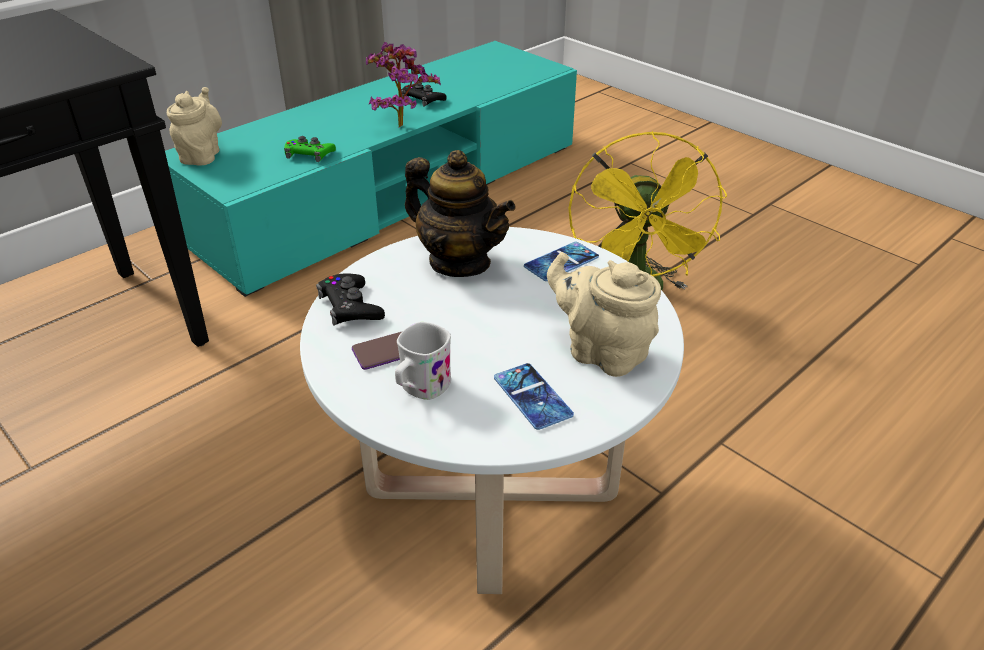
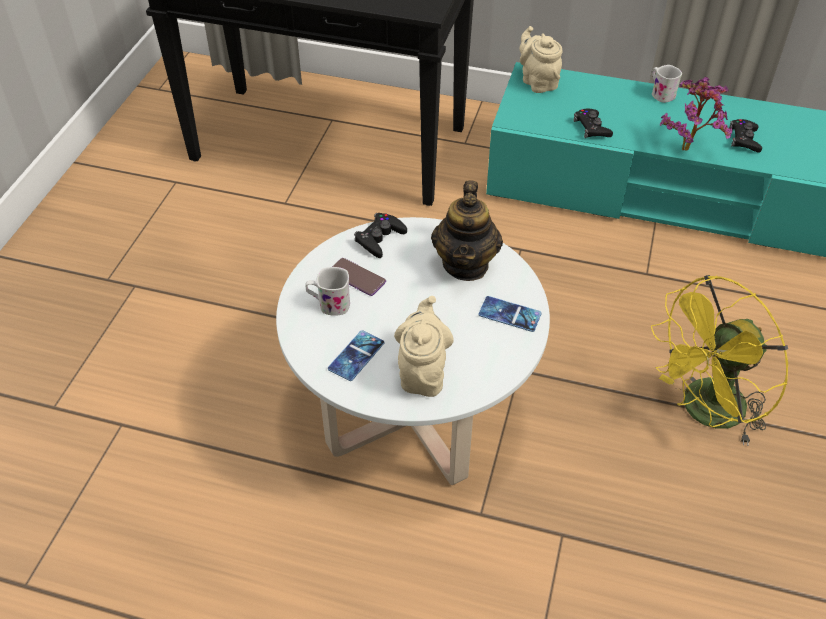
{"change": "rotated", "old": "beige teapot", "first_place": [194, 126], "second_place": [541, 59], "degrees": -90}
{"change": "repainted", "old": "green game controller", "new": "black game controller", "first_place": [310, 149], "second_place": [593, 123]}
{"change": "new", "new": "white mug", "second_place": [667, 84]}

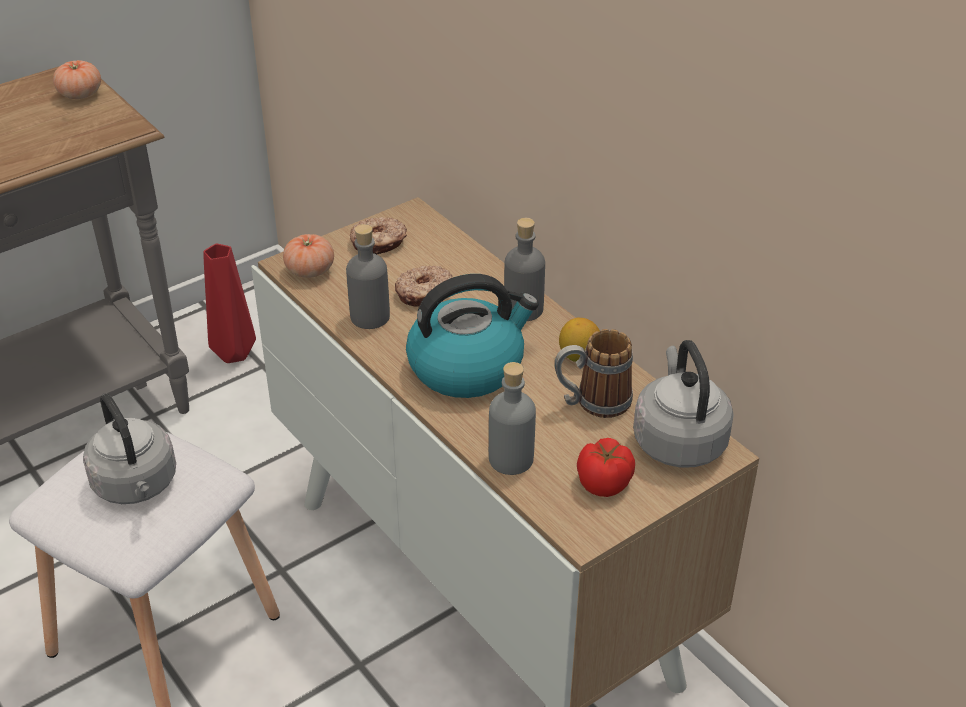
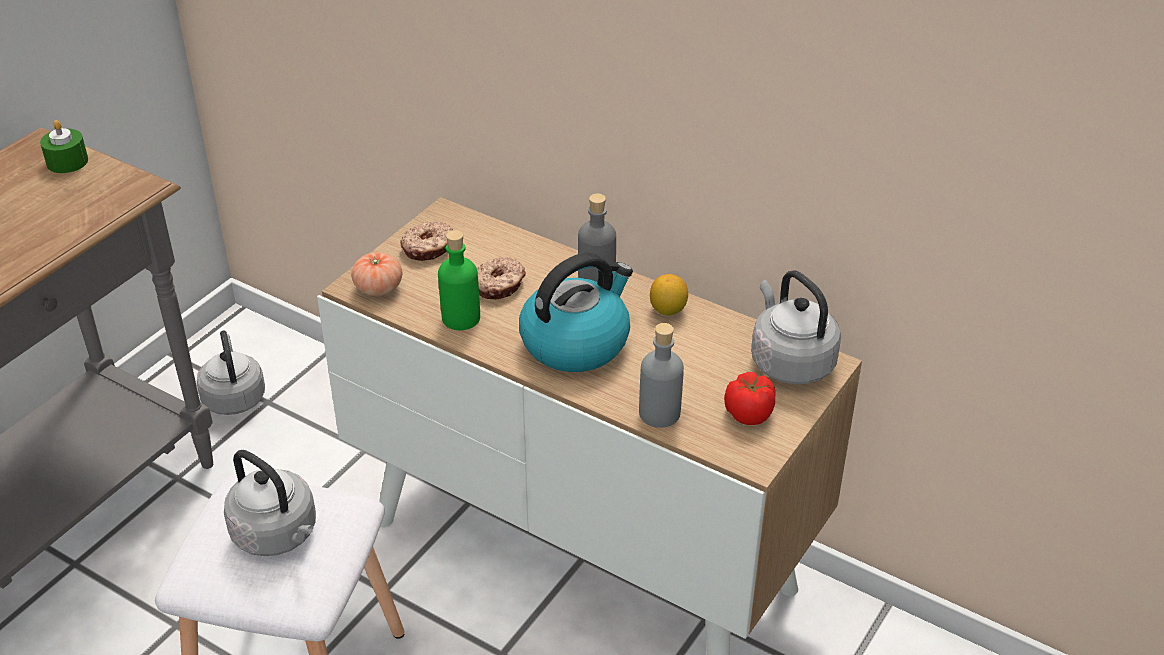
{"change": "swapped", "old": "tomato", "new": "green candle", "first_place": [77, 79], "second_place": [64, 146]}
{"change": "swapped", "old": "red vase", "new": "grey kettle", "first_place": [229, 303], "second_place": [231, 372]}
{"change": "repainted", "old": "grey bottle", "new": "green bottle", "first_place": [368, 276], "second_place": [459, 280]}
{"change": "gone", "old": "mug", "first_place": [593, 373]}

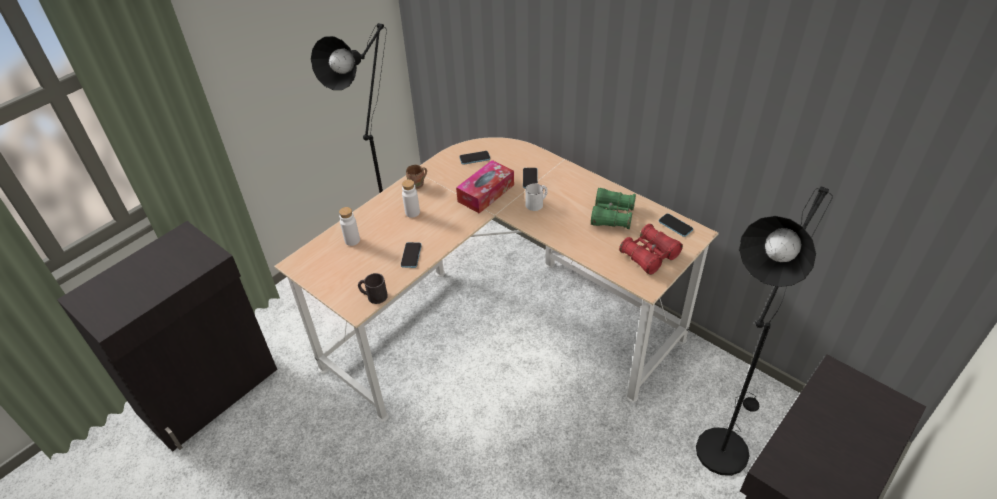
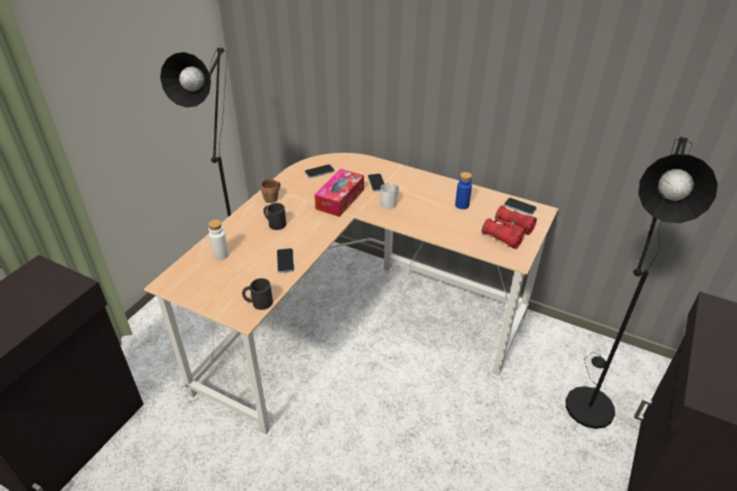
{"change": "swapped", "old": "white bottle", "new": "black mug", "first_place": [411, 198], "second_place": [274, 216]}
{"change": "swapped", "old": "green binoculars", "new": "blue bottle", "first_place": [613, 208], "second_place": [463, 190]}

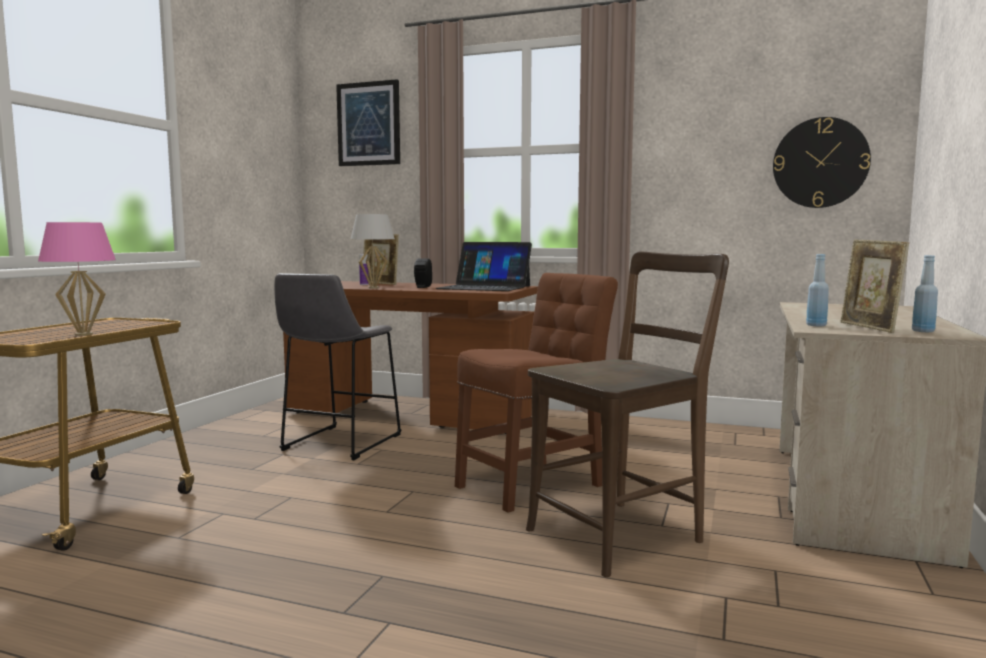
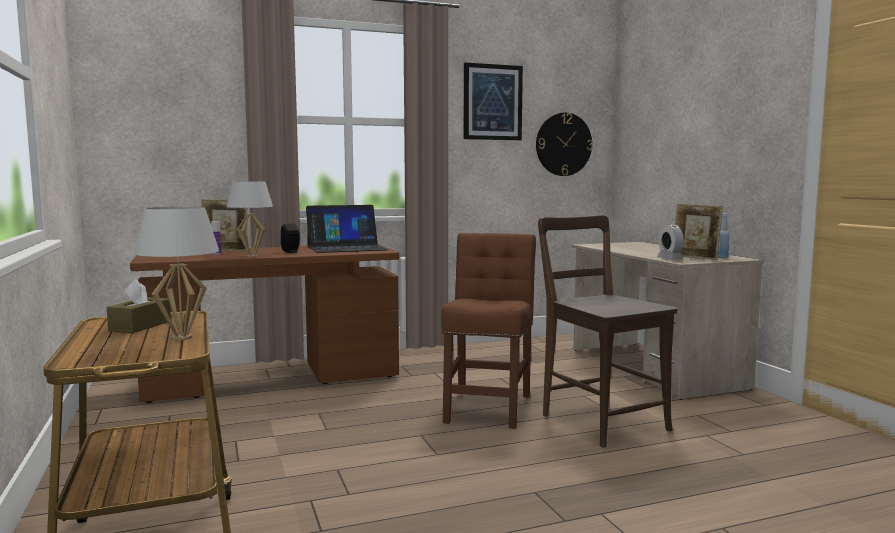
{"change": "repainted", "old": "pink table lamp", "new": "white table lamp", "first_place": [77, 279], "second_place": [176, 273]}
{"change": "gone", "old": "grey stool", "first_place": [337, 366]}
{"change": "shifted", "old": "picture", "first_place": [368, 122], "second_place": [493, 101]}
{"change": "rotated", "old": "brown chair", "first_place": [627, 414], "second_place": [607, 331], "degrees": -45}
{"change": "swapped", "old": "blue bottle", "new": "alarm clock", "first_place": [817, 290], "second_place": [670, 242]}
{"change": "new", "new": "brown tissue box", "second_place": [139, 306]}

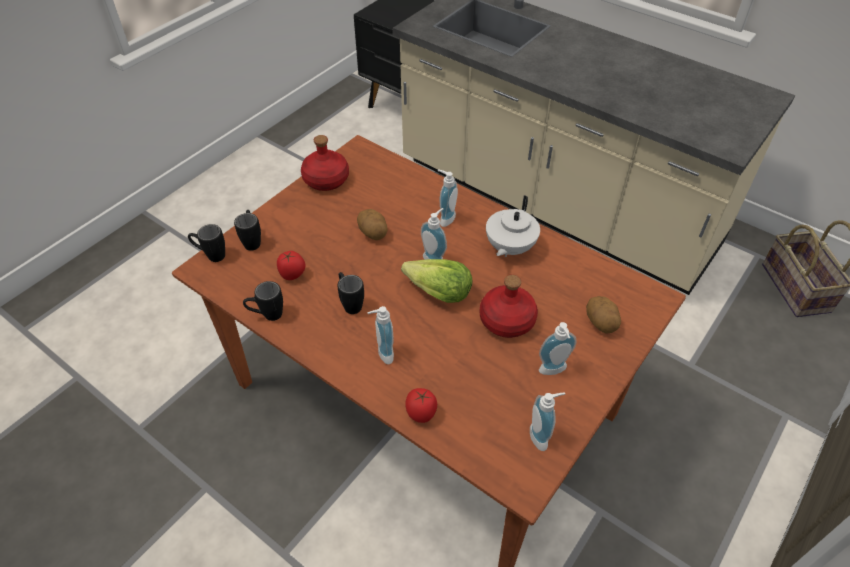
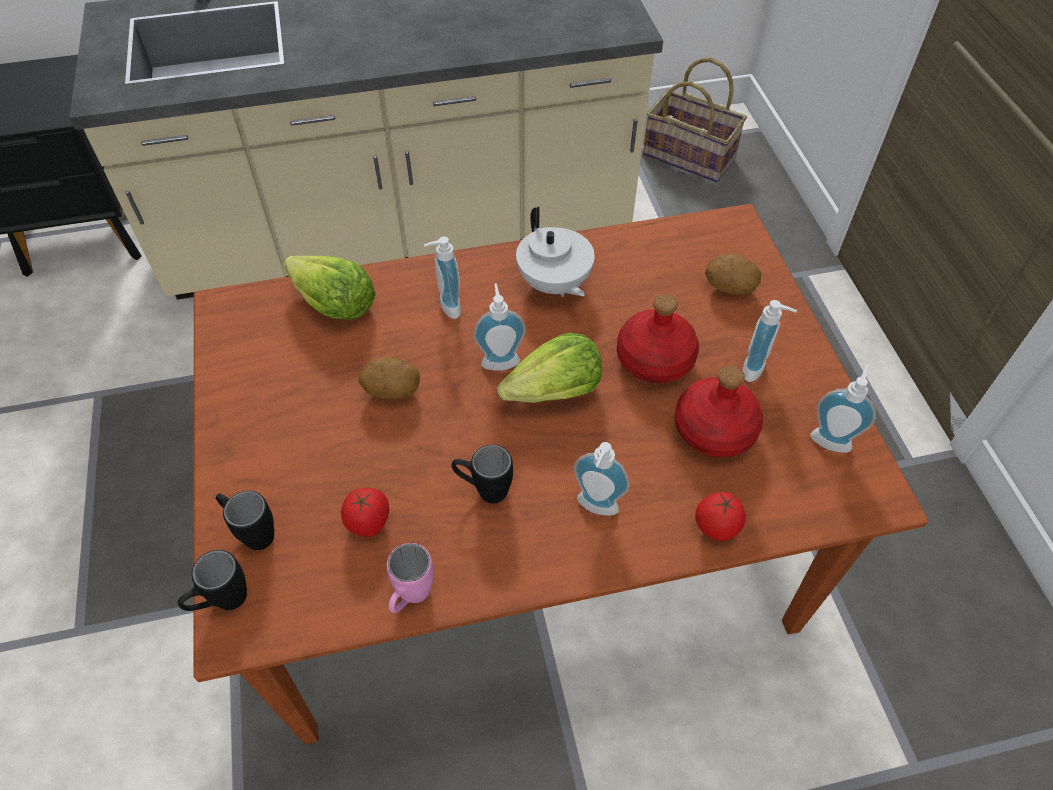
{"change": "repainted", "old": "black mug", "new": "pink mug", "first_place": [263, 301], "second_place": [410, 578]}
{"change": "shifted", "old": "red bottle", "first_place": [325, 163], "second_place": [719, 411]}
{"change": "new", "new": "lettuce", "second_place": [330, 288]}

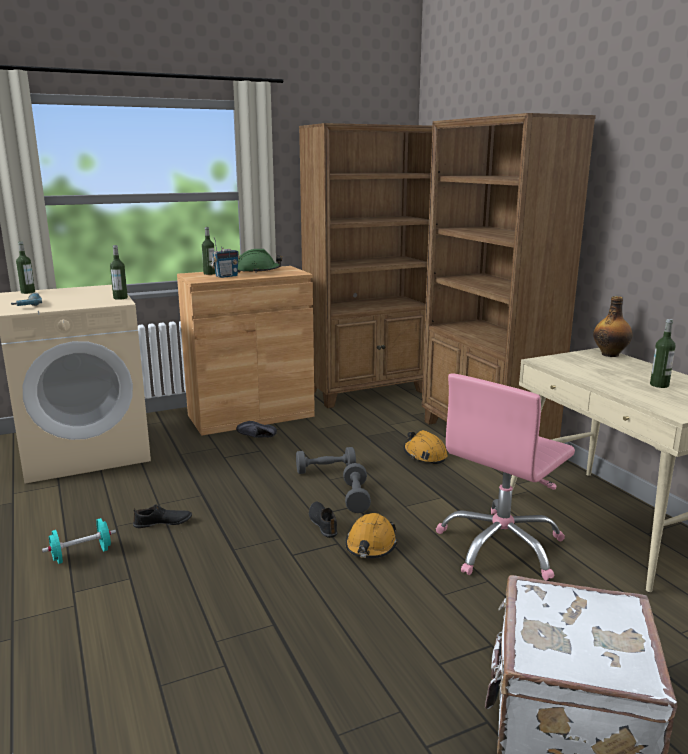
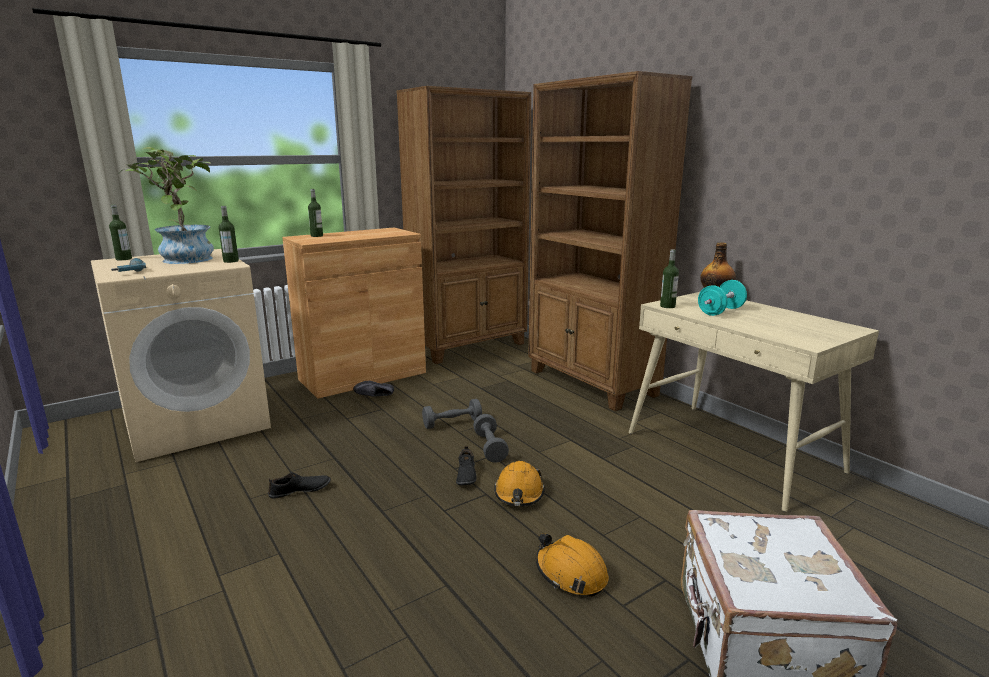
{"change": "shifted", "old": "turquoise dumbbell", "first_place": [79, 541], "second_place": [722, 298]}
{"change": "gone", "old": "radio", "first_place": [225, 257]}
{"change": "gone", "old": "green hard hat", "first_place": [260, 261]}
{"change": "rotated", "old": "black shoe", "first_place": [323, 520], "second_place": [466, 465], "degrees": -150}
{"change": "shifted", "old": "orange hard hat", "first_place": [425, 447], "second_place": [572, 565]}
{"change": "gone", "old": "pink office chair", "first_place": [505, 476]}
{"change": "shifted", "old": "bottle", "first_place": [663, 353], "second_place": [669, 278]}
{"change": "new", "new": "potted plant", "second_place": [166, 205]}

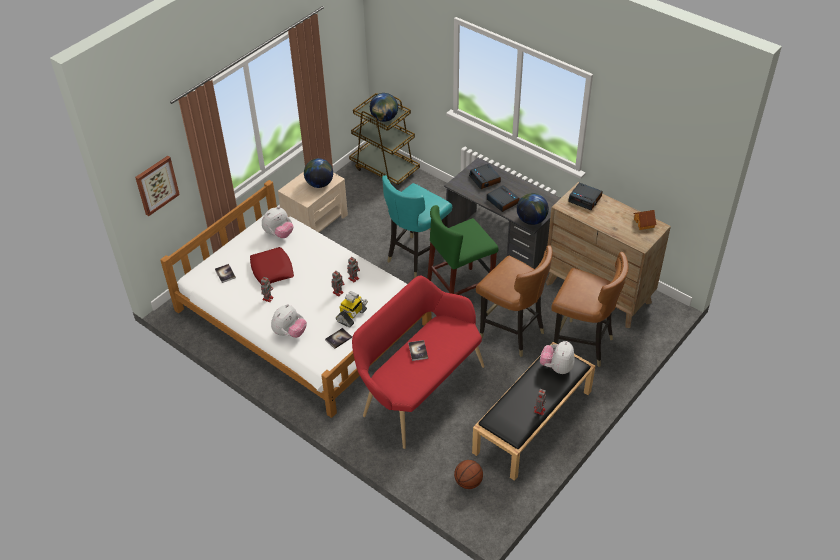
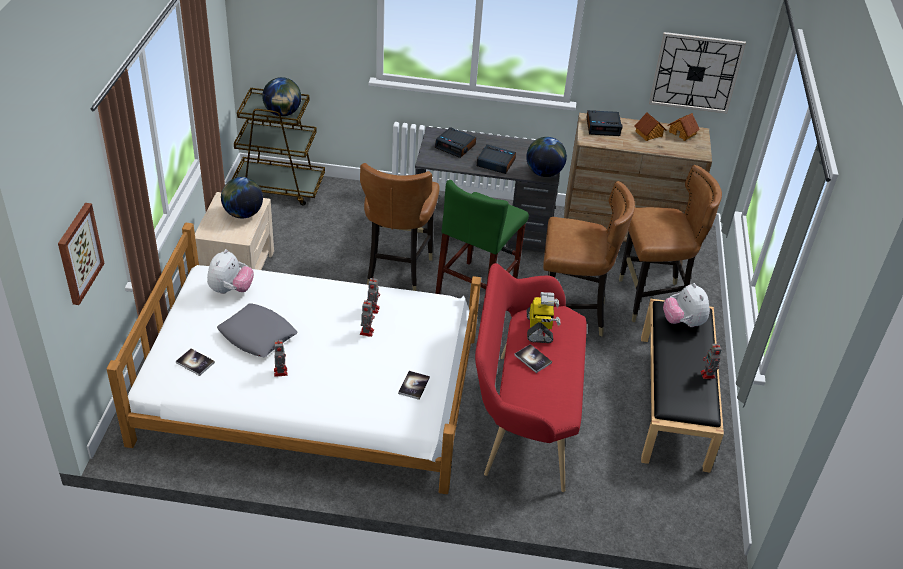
{"change": "repainted", "old": "red pillow", "new": "grey pillow", "first_place": [272, 266], "second_place": [257, 330]}
{"change": "gone", "old": "plush toy", "first_place": [289, 321]}
{"change": "shifted", "old": "toy robot", "first_place": [352, 309], "second_place": [543, 317]}
{"change": "repainted", "old": "turquoise chair", "new": "brown chair", "first_place": [417, 226], "second_place": [399, 227]}
{"change": "gone", "old": "basketball", "first_place": [468, 474]}
{"change": "new", "new": "toy house", "second_place": [651, 126]}
{"change": "new", "new": "wall clock", "second_place": [697, 73]}

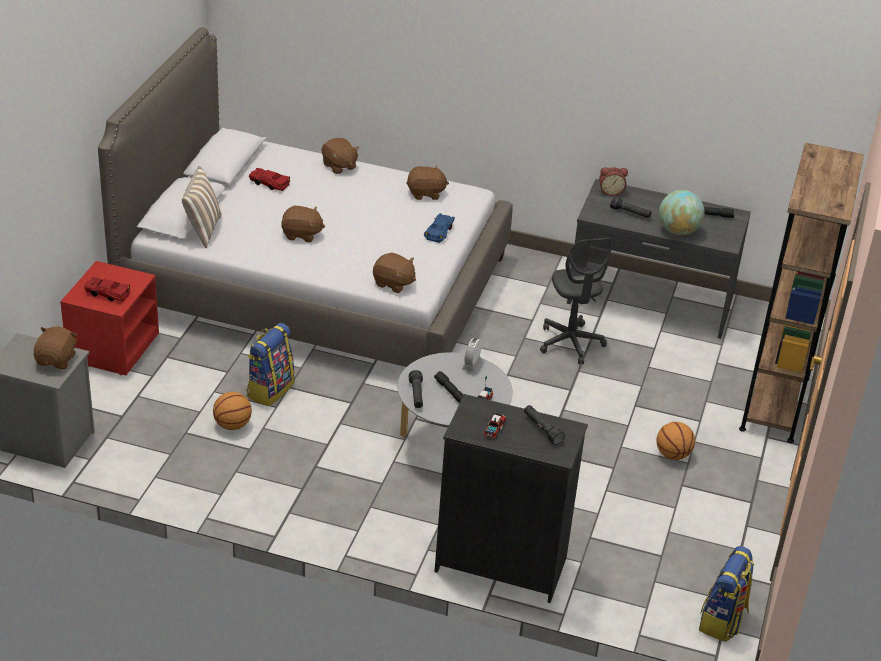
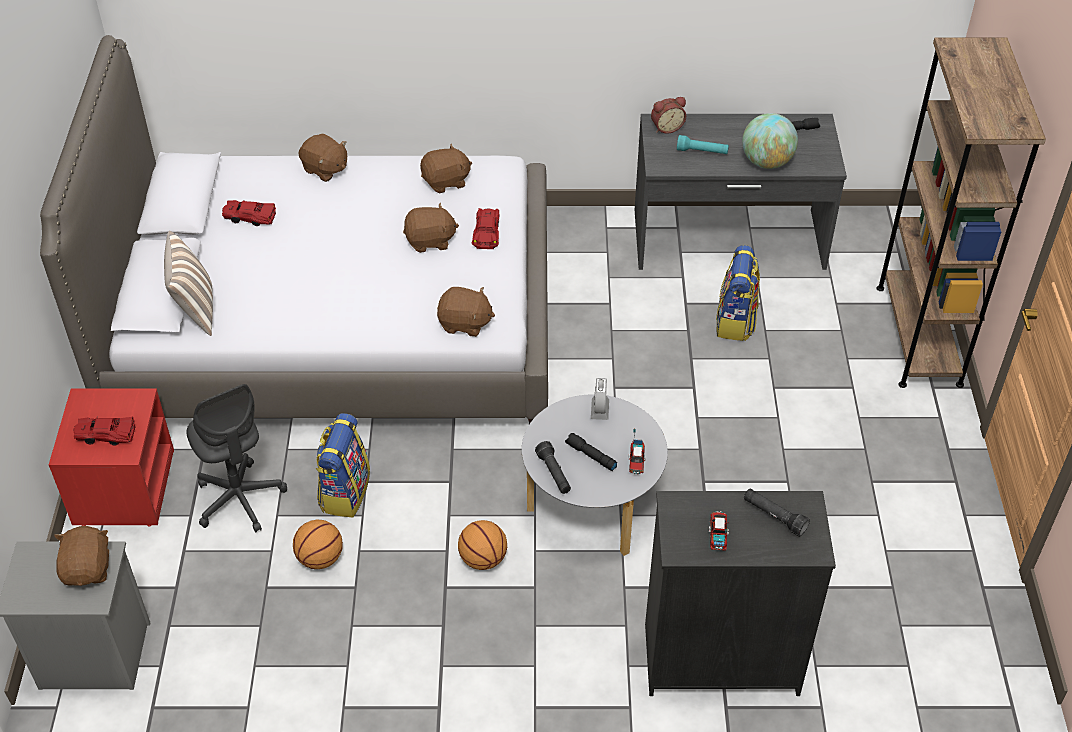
{"change": "shifted", "old": "brown plush toy", "first_place": [303, 224], "second_place": [431, 228]}
{"change": "repainted", "old": "blue toy car", "new": "red toy car", "first_place": [439, 228], "second_place": [485, 228]}
{"change": "shifted", "old": "grey office chair", "first_place": [575, 301], "second_place": [237, 458]}
{"change": "repainted", "old": "black flashlight", "new": "turquoise flashlight", "first_place": [631, 207], "second_place": [703, 144]}
{"change": "shifted", "old": "basketball", "first_place": [676, 441], "second_place": [482, 545]}
{"change": "shifted", "old": "backpack", "first_place": [726, 594], "second_place": [738, 293]}

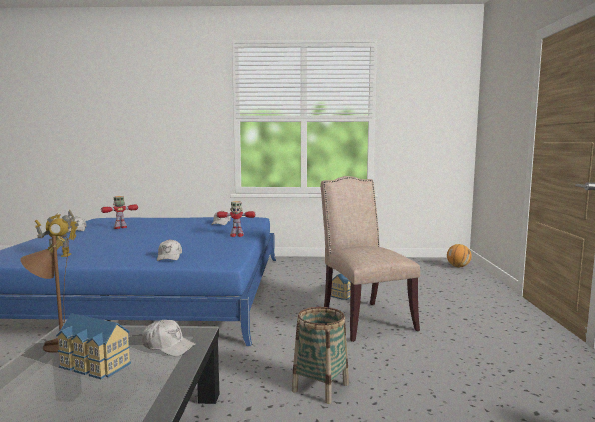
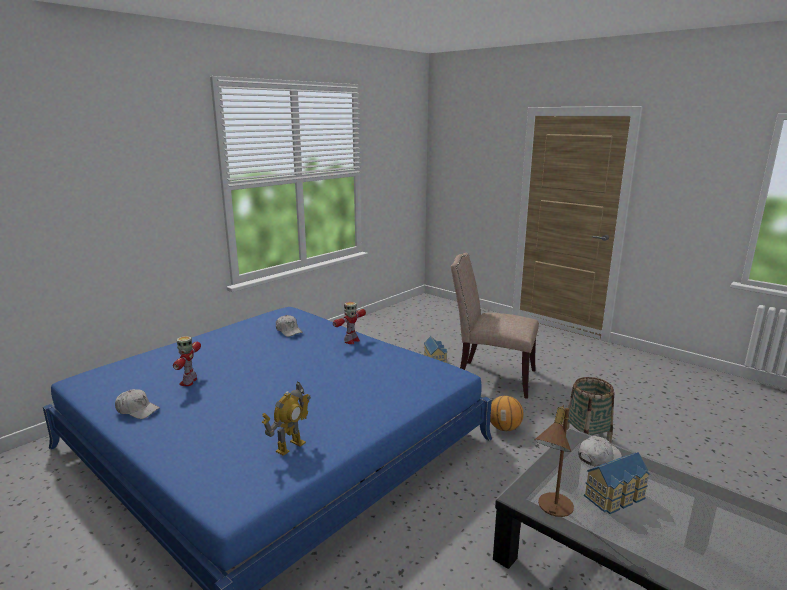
{"change": "gone", "old": "white cap", "first_place": [169, 250]}
{"change": "shifted", "old": "basketball", "first_place": [459, 255], "second_place": [507, 413]}

